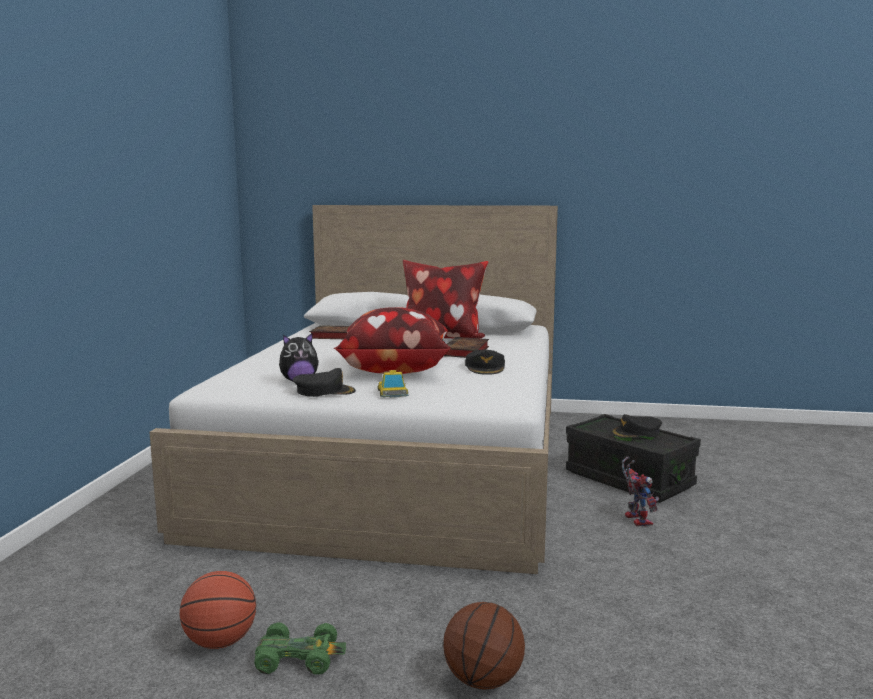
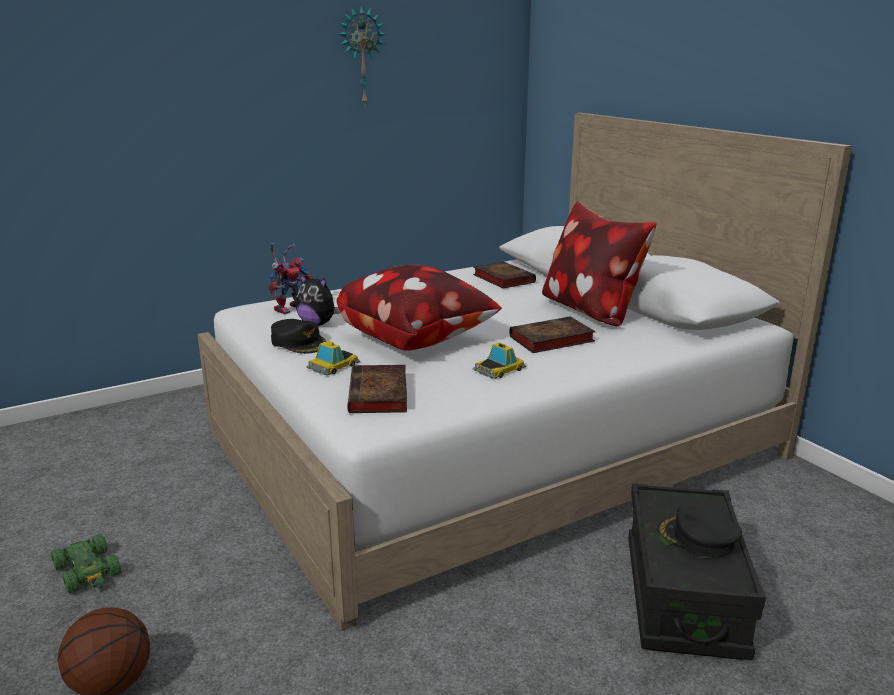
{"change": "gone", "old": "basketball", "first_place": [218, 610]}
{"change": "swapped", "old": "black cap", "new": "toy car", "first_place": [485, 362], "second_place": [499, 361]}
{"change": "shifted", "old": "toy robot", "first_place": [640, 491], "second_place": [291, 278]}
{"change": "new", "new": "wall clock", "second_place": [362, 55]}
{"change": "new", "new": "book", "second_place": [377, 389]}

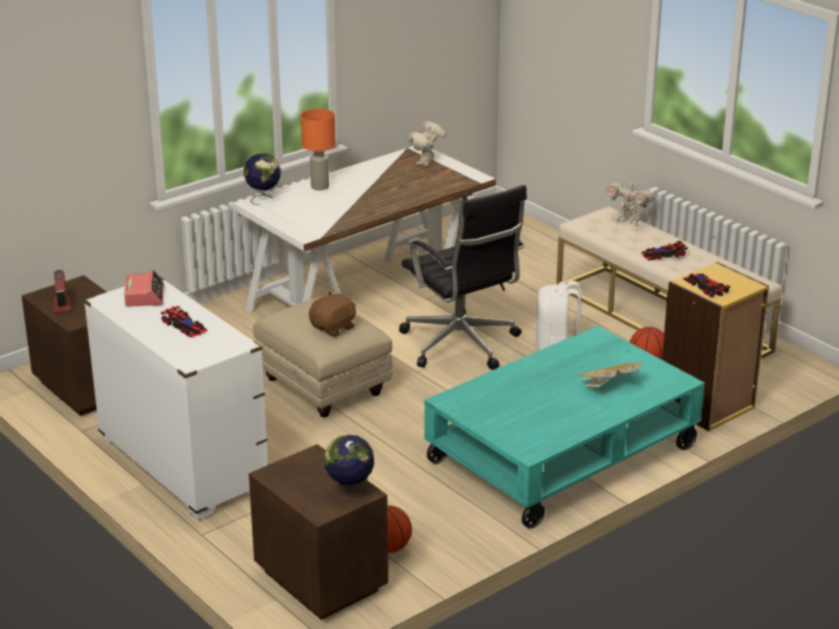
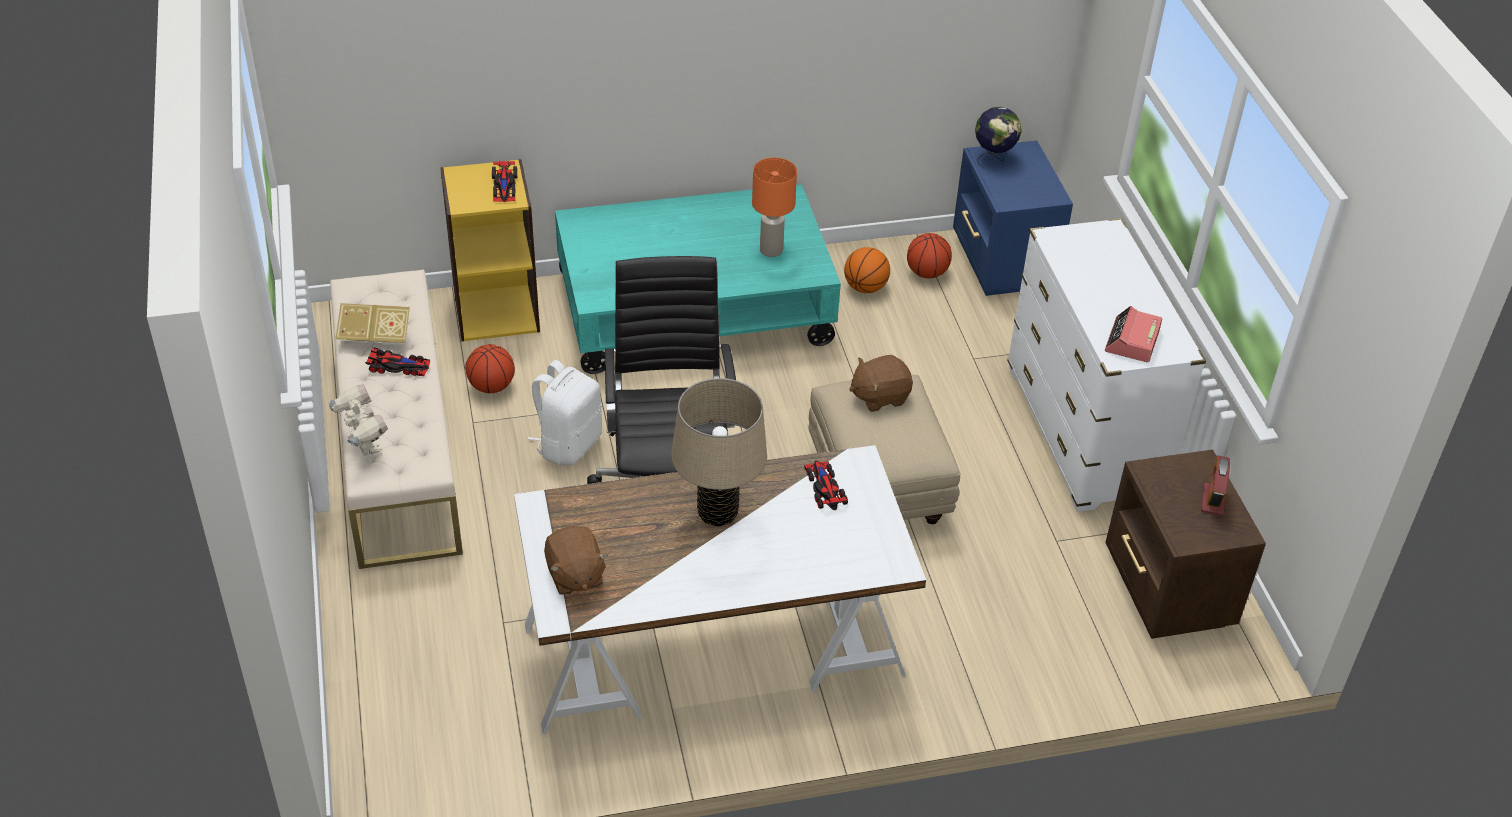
{"change": "shifted", "old": "toy car", "first_place": [184, 321], "second_place": [826, 485]}
{"change": "gone", "old": "globe", "first_place": [262, 179]}
{"change": "repainted", "old": "brown nightstand", "new": "blue nightstand", "first_place": [318, 532], "second_place": [1013, 218]}
{"change": "shifted", "old": "orange table lamp", "first_place": [318, 149], "second_place": [774, 207]}
{"change": "swapped", "old": "toy robot", "new": "brown plush toy", "first_place": [427, 143], "second_place": [576, 560]}
{"change": "shifted", "old": "book", "first_place": [611, 375], "second_place": [372, 325]}
{"change": "new", "new": "beige table lamp", "second_place": [719, 452]}
{"change": "new", "new": "basketball", "second_place": [867, 270]}

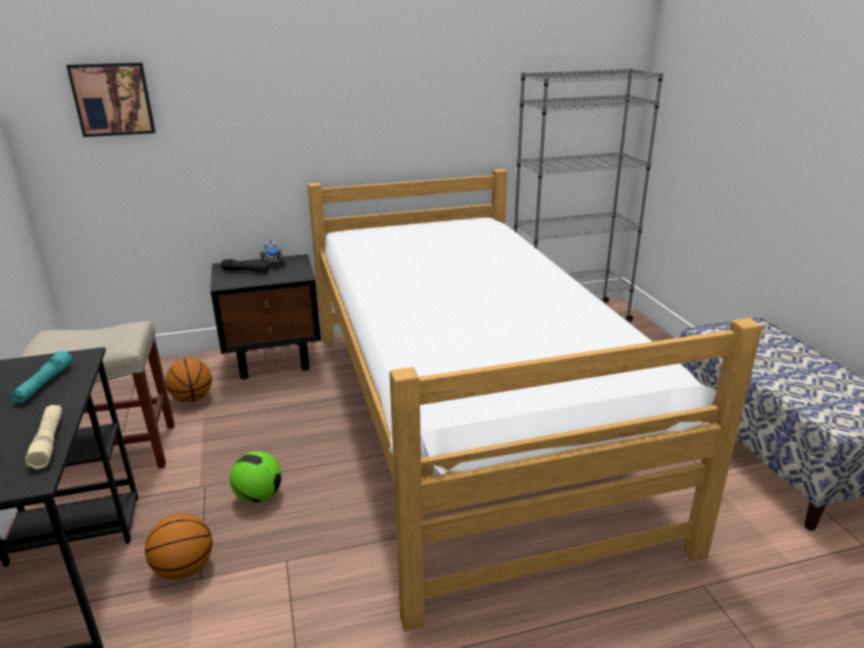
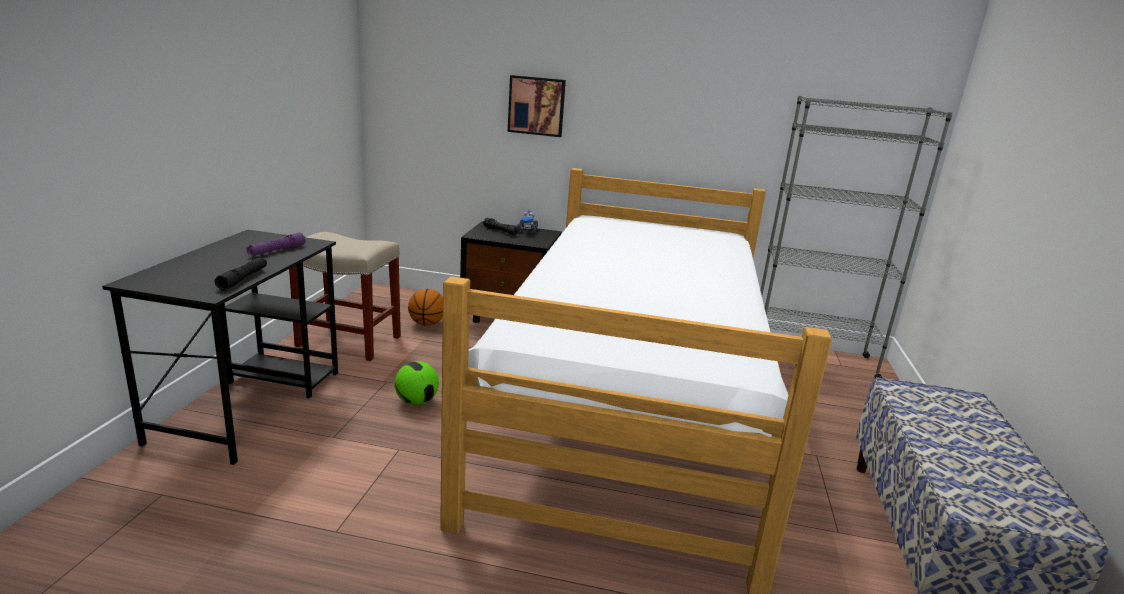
{"change": "repainted", "old": "turquoise flashlight", "new": "purple flashlight", "first_place": [41, 377], "second_place": [276, 244]}
{"change": "repainted", "old": "beige flashlight", "new": "black flashlight", "first_place": [43, 437], "second_place": [241, 273]}
{"change": "shifted", "old": "picture", "first_place": [111, 99], "second_place": [537, 106]}
{"change": "gone", "old": "basketball", "first_place": [178, 546]}

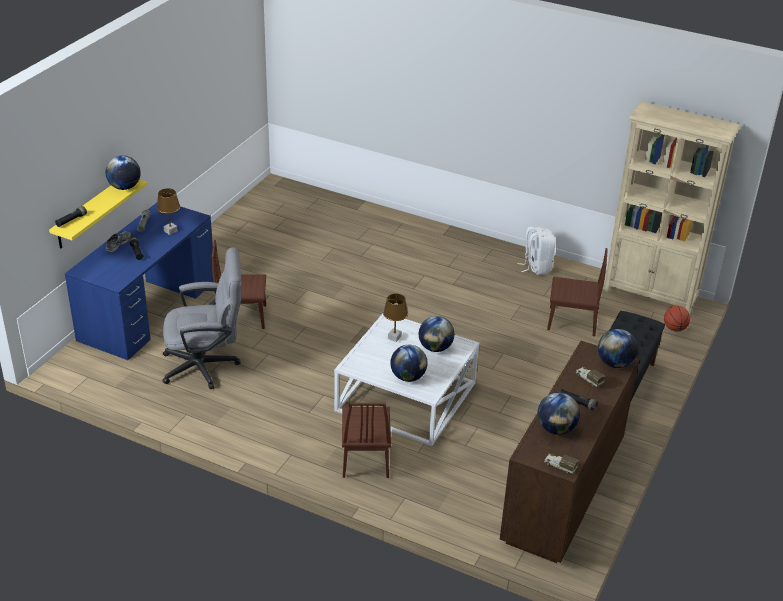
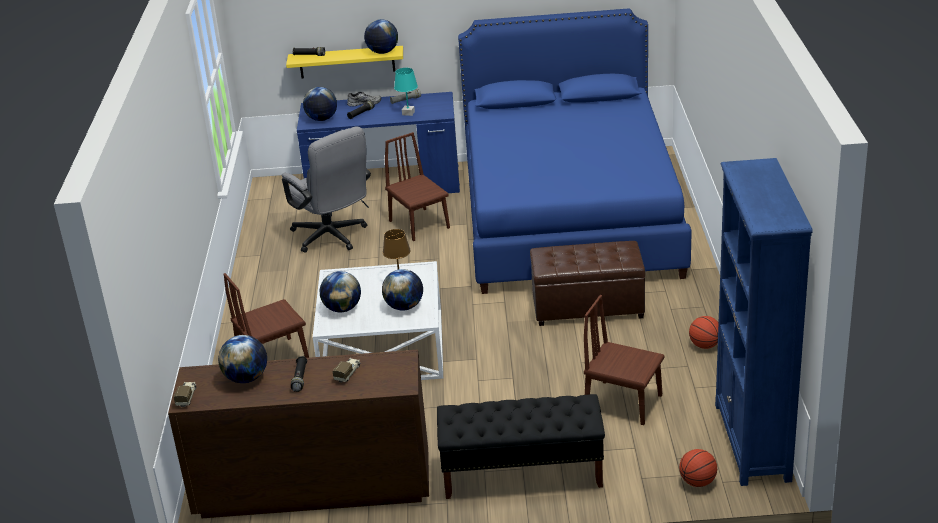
{"change": "repainted", "old": "brown table lamp", "new": "turquoise table lamp", "first_place": [168, 211], "second_place": [406, 92]}
{"change": "swapped", "old": "white backpack", "new": "basketball", "first_place": [536, 251], "second_place": [704, 332]}
{"change": "rotated", "old": "brown chair", "first_place": [577, 292], "second_place": [624, 360], "degrees": 135}
{"change": "shifted", "old": "globe", "first_place": [618, 348], "second_place": [320, 104]}
{"change": "repainted", "old": "beige bookcase", "new": "blue bookcase", "first_place": [672, 207], "second_place": [764, 322]}
{"change": "new", "new": "blue bed", "second_place": [575, 151]}
{"change": "new", "new": "brown ottoman", "second_place": [587, 283]}

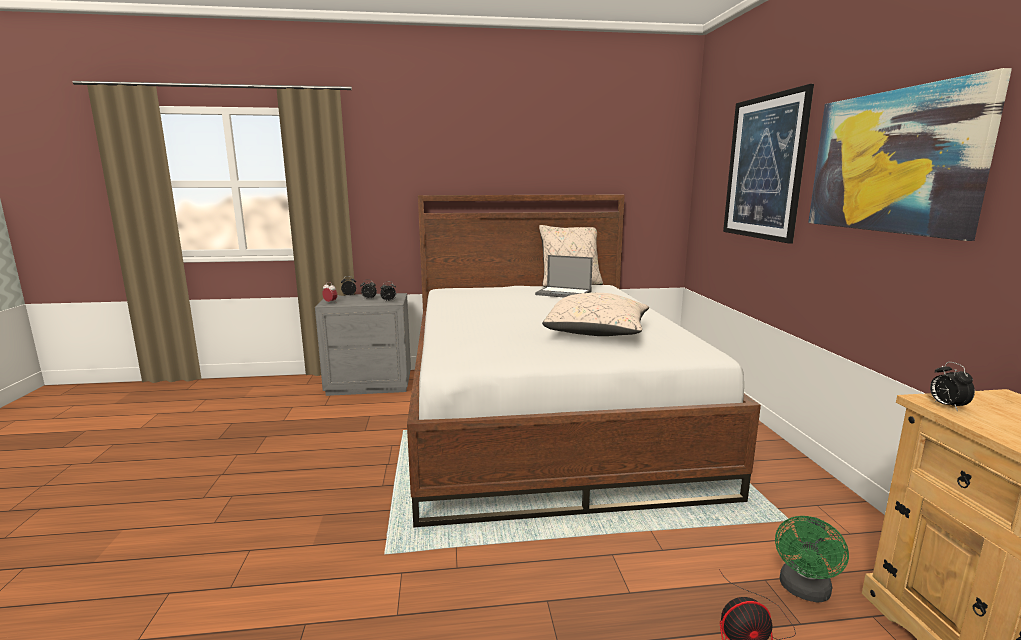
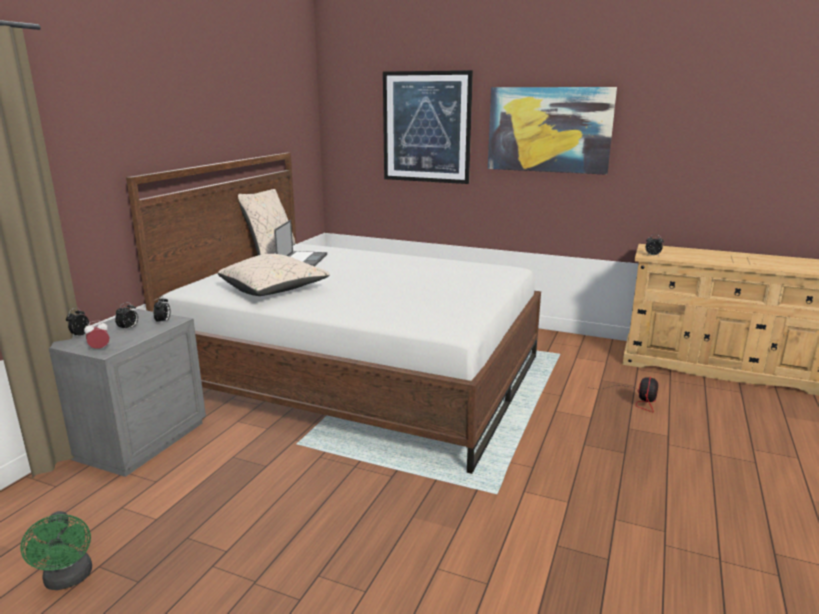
{"change": "rotated", "old": "laptop", "first_place": [564, 276], "second_place": [300, 243], "degrees": -45}
{"change": "shifted", "old": "beige pillow", "first_place": [595, 314], "second_place": [274, 275]}
{"change": "shifted", "old": "green fan", "first_place": [812, 559], "second_place": [56, 550]}

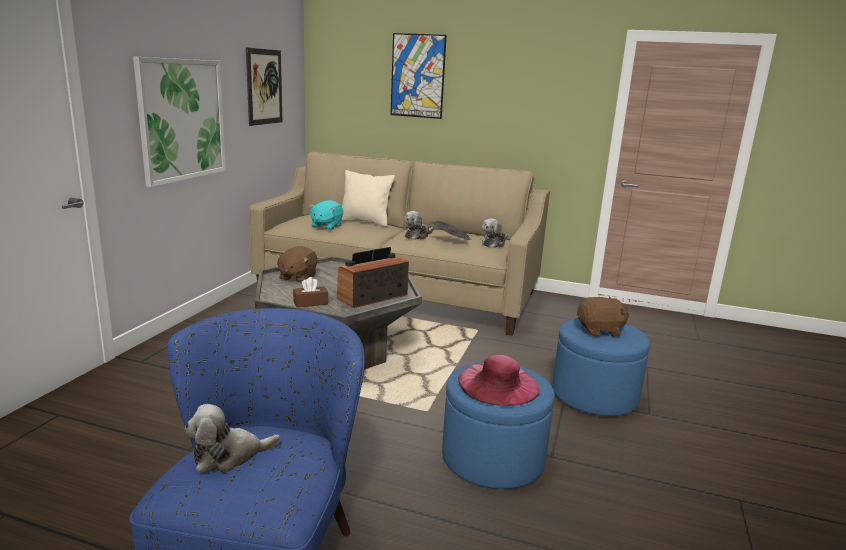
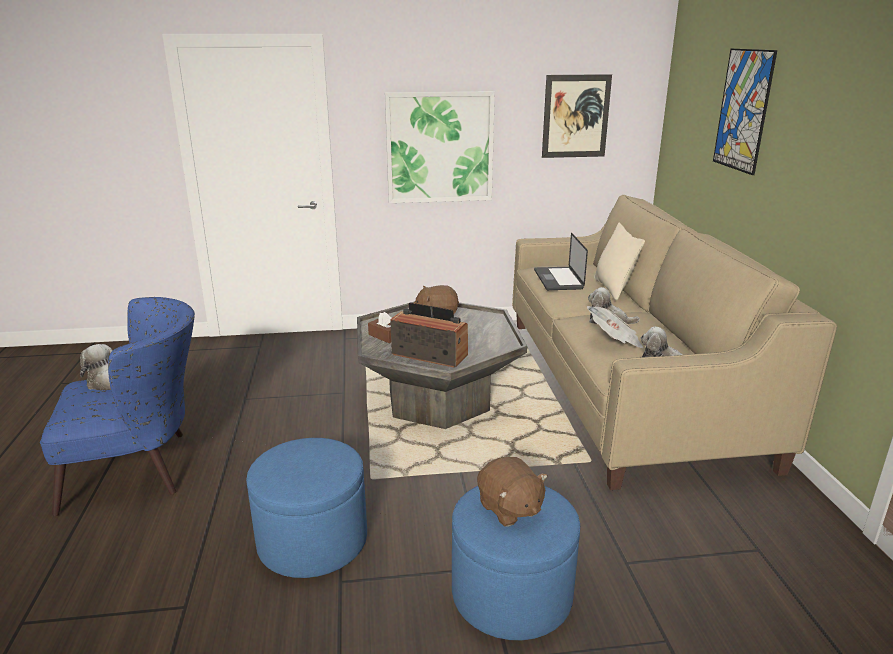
{"change": "swapped", "old": "turquoise plush toy", "new": "laptop", "first_place": [326, 215], "second_place": [561, 261]}
{"change": "gone", "old": "pink hat", "first_place": [499, 380]}

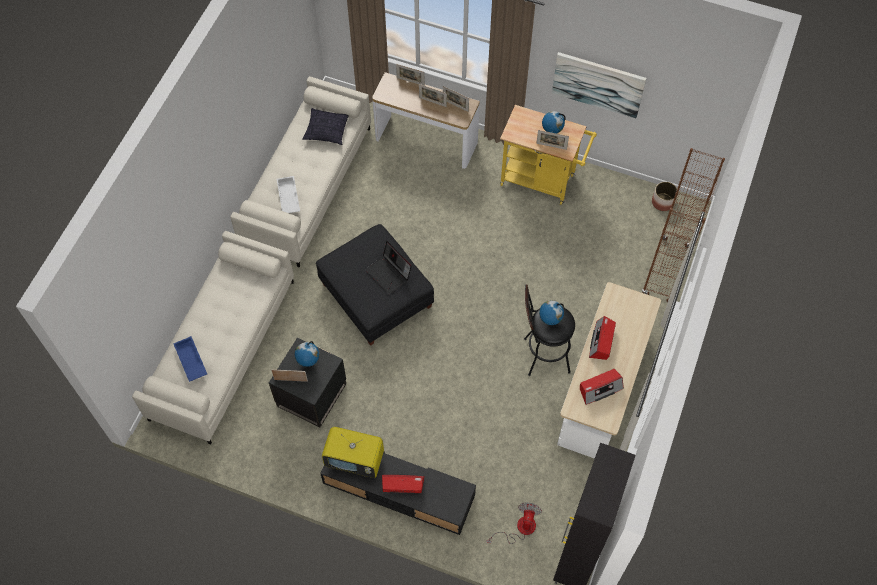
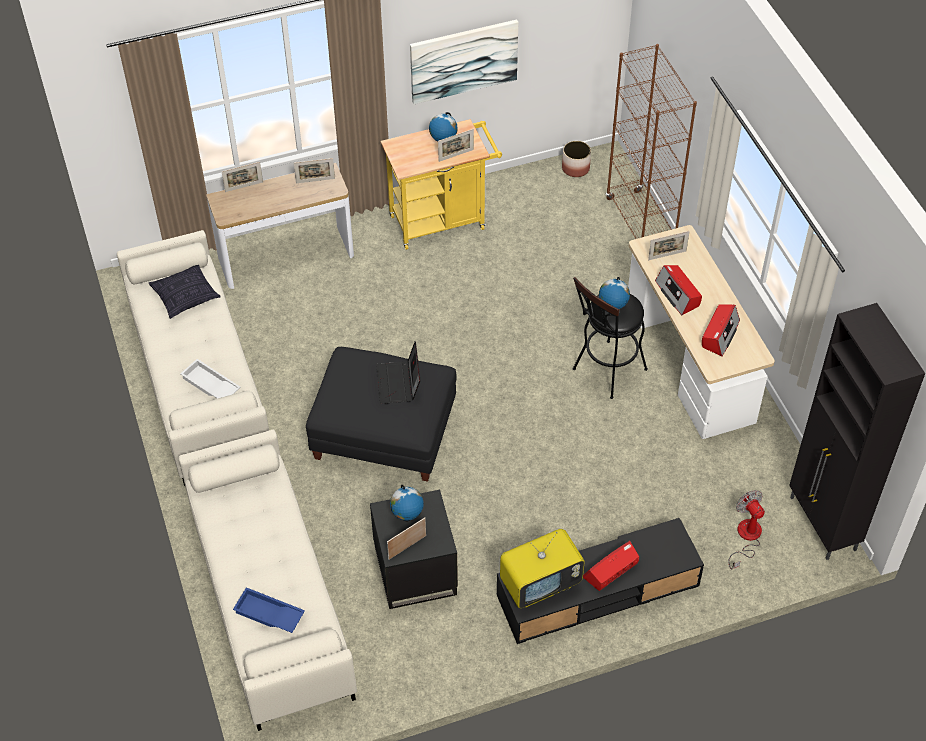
{"change": "rotated", "old": "laptop", "first_place": [388, 268], "second_place": [398, 372], "degrees": 75}
{"change": "shifted", "old": "picture frame", "first_place": [433, 95], "second_place": [669, 245]}

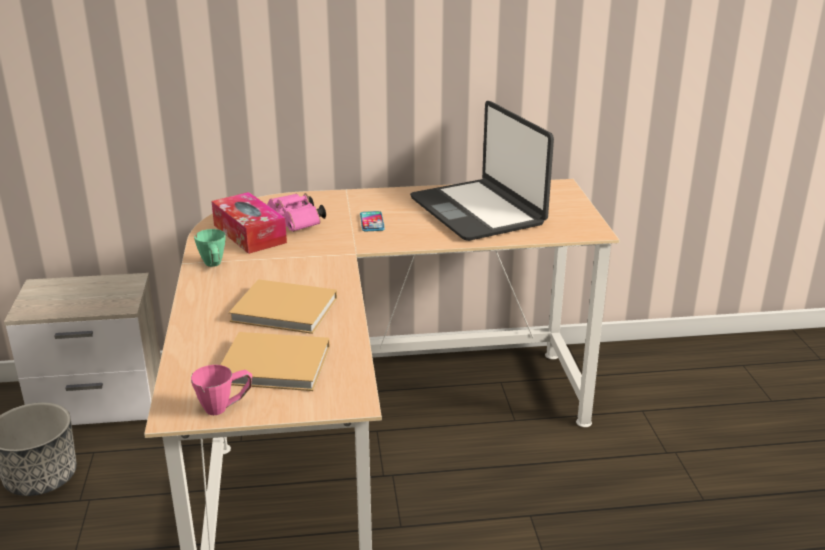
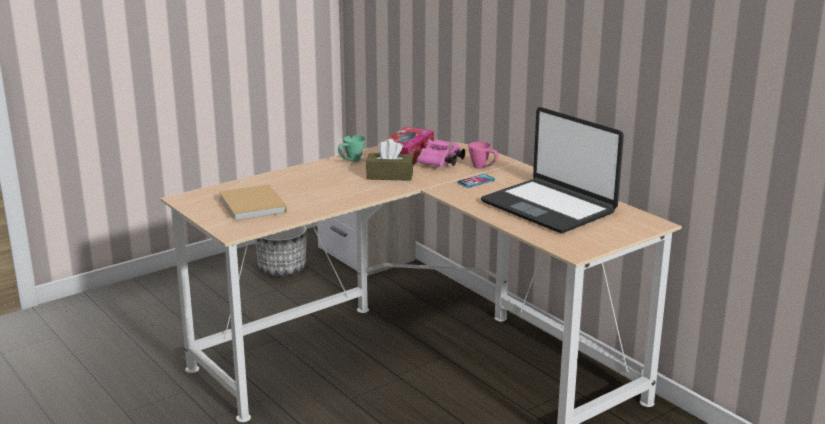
{"change": "shifted", "old": "pink mug", "first_place": [221, 390], "second_place": [483, 155]}
{"change": "gone", "old": "beige book", "first_place": [283, 306]}
{"change": "rotated", "old": "laptop", "first_place": [482, 171], "second_place": [552, 170], "degrees": -75}
{"change": "new", "new": "brown tissue box", "second_place": [389, 160]}

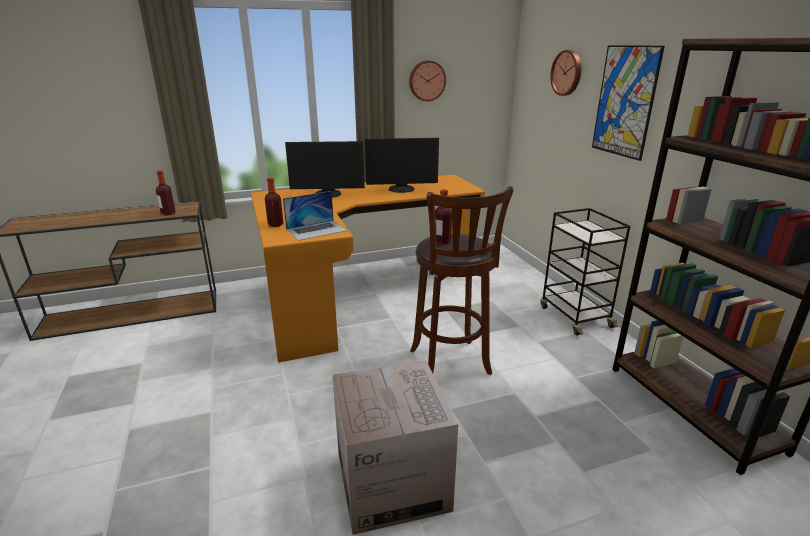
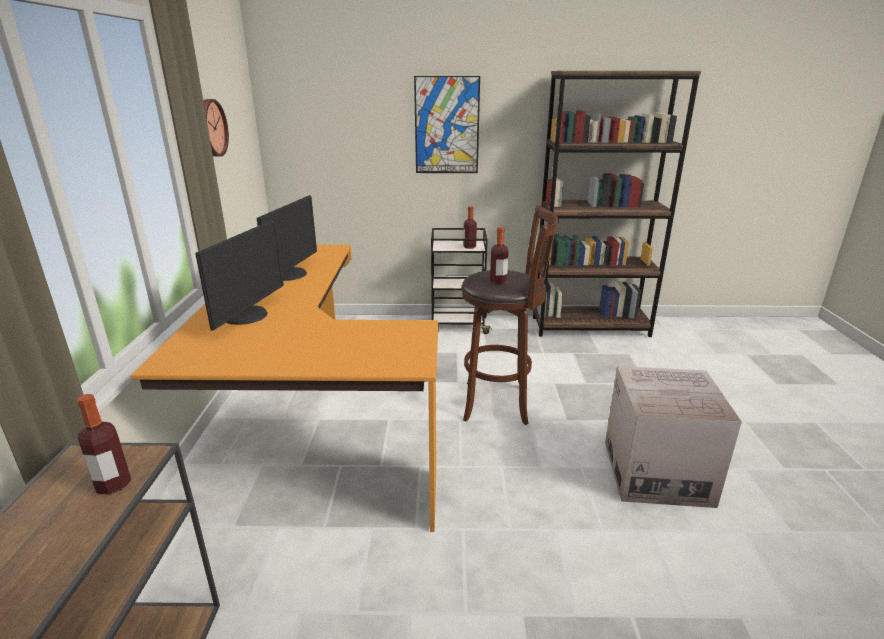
{"change": "shifted", "old": "bottle", "first_place": [274, 202], "second_place": [470, 227]}
{"change": "gone", "old": "laptop", "first_place": [315, 216]}
{"change": "gone", "old": "wall clock", "first_place": [565, 73]}

